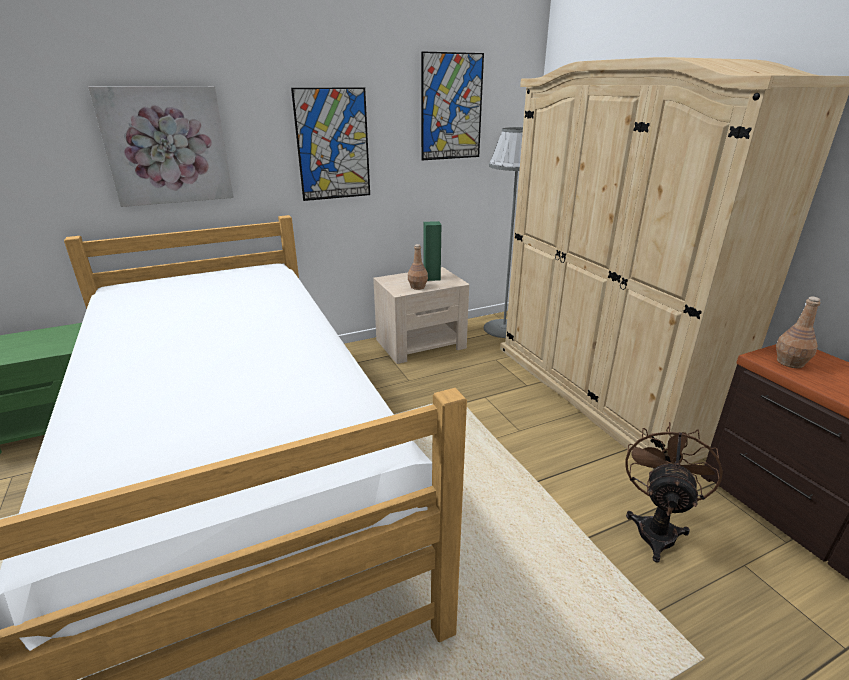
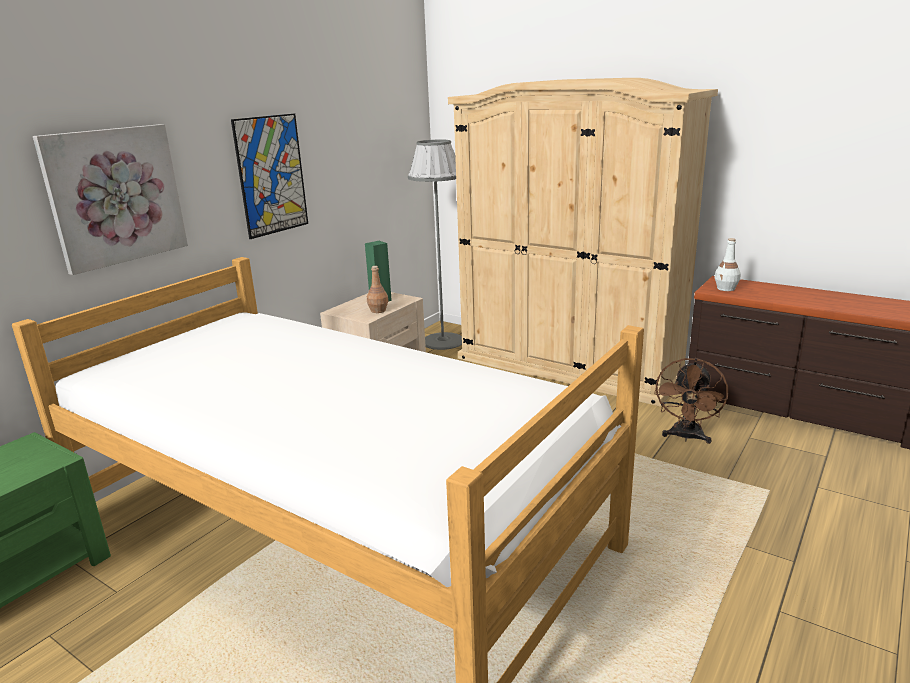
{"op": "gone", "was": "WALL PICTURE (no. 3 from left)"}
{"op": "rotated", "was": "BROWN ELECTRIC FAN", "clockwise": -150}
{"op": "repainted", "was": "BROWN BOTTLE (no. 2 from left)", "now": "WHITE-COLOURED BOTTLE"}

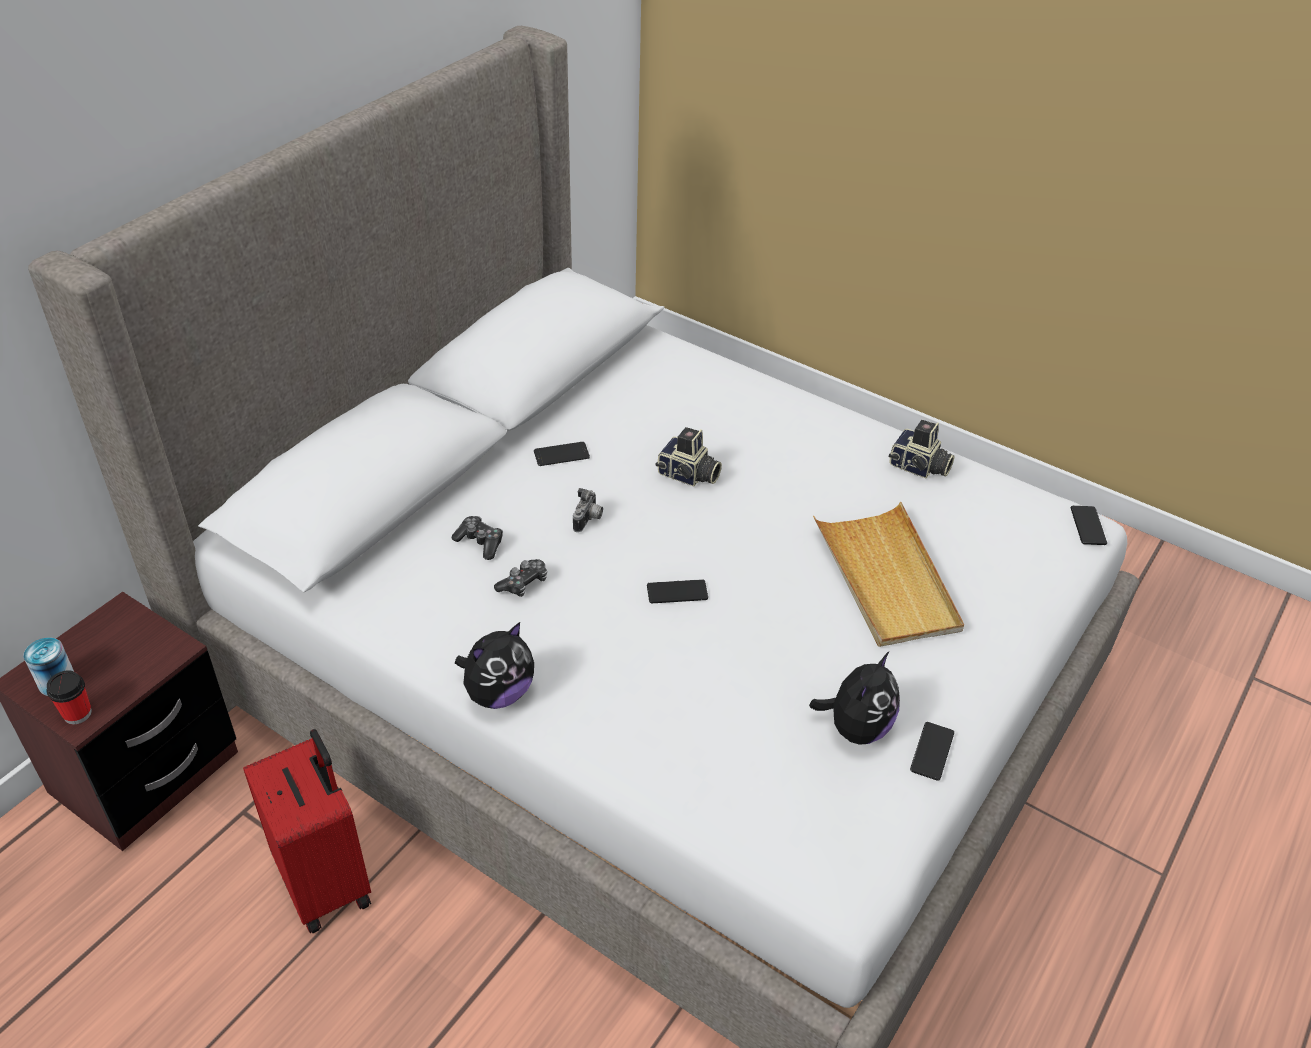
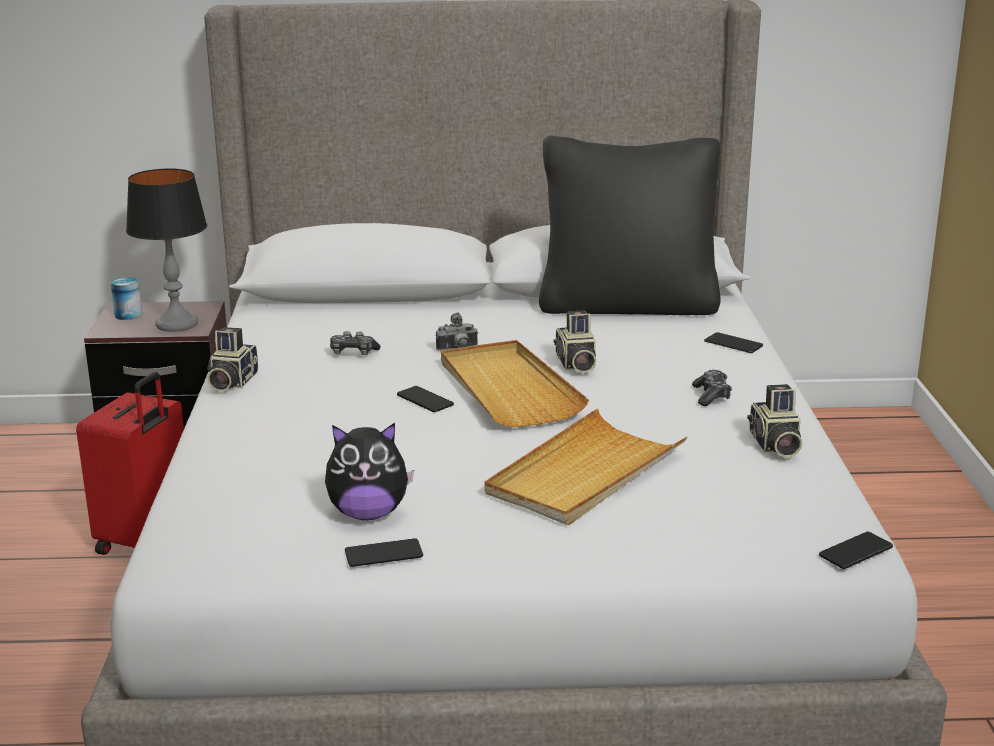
{"op": "gone", "was": "CUP"}
{"op": "shifted", "was": "JOYPAD (no. 1 from left in the first image)", "now": "JOYPAD (no. 2 from left)"}
{"op": "swapped", "was": "CUDDLY TOY (no. 1 from left)", "now": "PHOTO CAMERA (no. 1 from left)"}
{"op": "shifted", "was": "TELEPHONE (no. 1 from left in the first image)", "now": "TELEPHONE (no. 3 from left)"}
{"op": "new", "now": "TABLETOP LAMP"}
{"op": "new", "now": "BEIGE-COLOURED CARRYING TRAY (no. 1 from left)"}
{"op": "new", "now": "BLACK THROW PILLOW"}

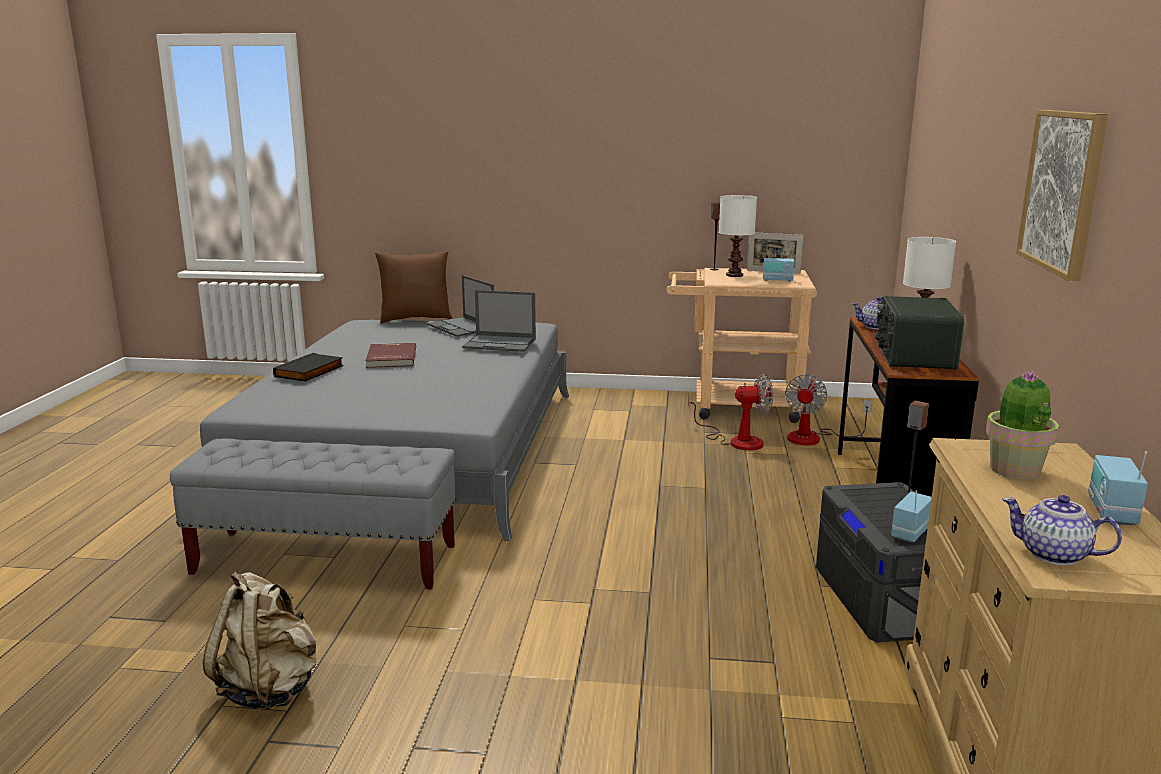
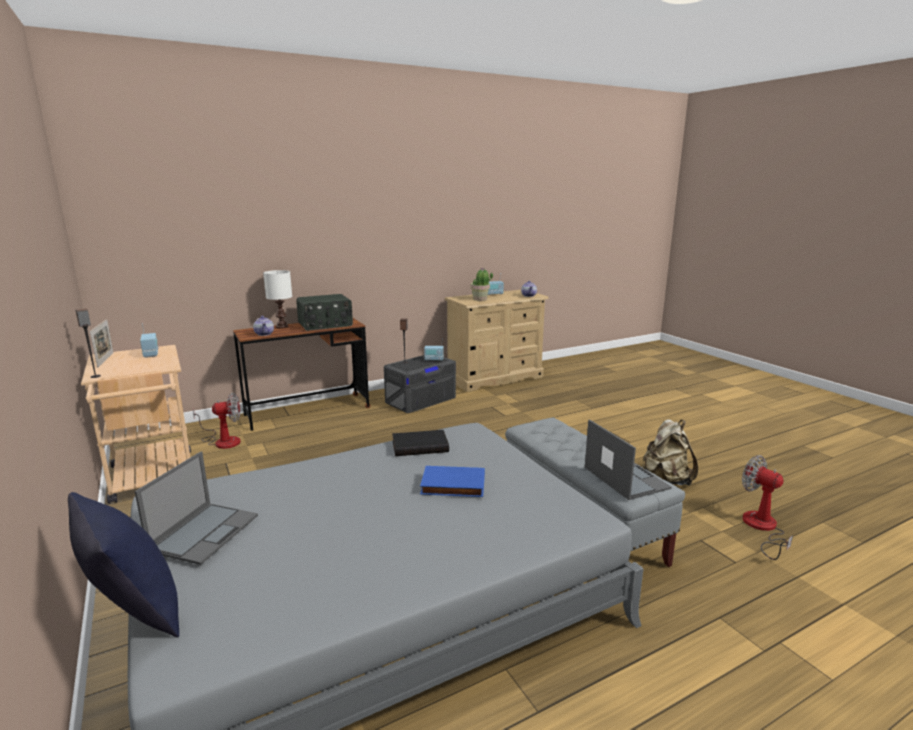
{"op": "shifted", "was": "BLACK VOLUME"}
{"op": "gone", "was": "REDDISH VOLUME"}
{"op": "repainted", "was": "BROWN THROW PILLOW", "now": "BLUE-COLOURED THROW PILLOW"}
{"op": "shifted", "was": "PORTABLE COMPUTER (no. 2 from left)"}
{"op": "shifted", "was": "ELECTRIC FAN (no. 1 from left in the first image)", "now": "ELECTRIC FAN (no. 2 from left)"}
{"op": "gone", "was": "WHITE-COLOURED TABLETOP LAMP (no. 1 from left)"}
{"op": "gone", "was": "WALL PICTURE"}
{"op": "new", "now": "BLUE-COLOURED VOLUME"}

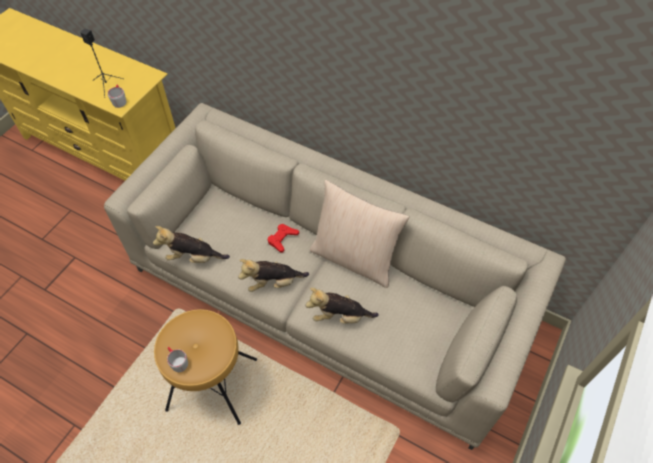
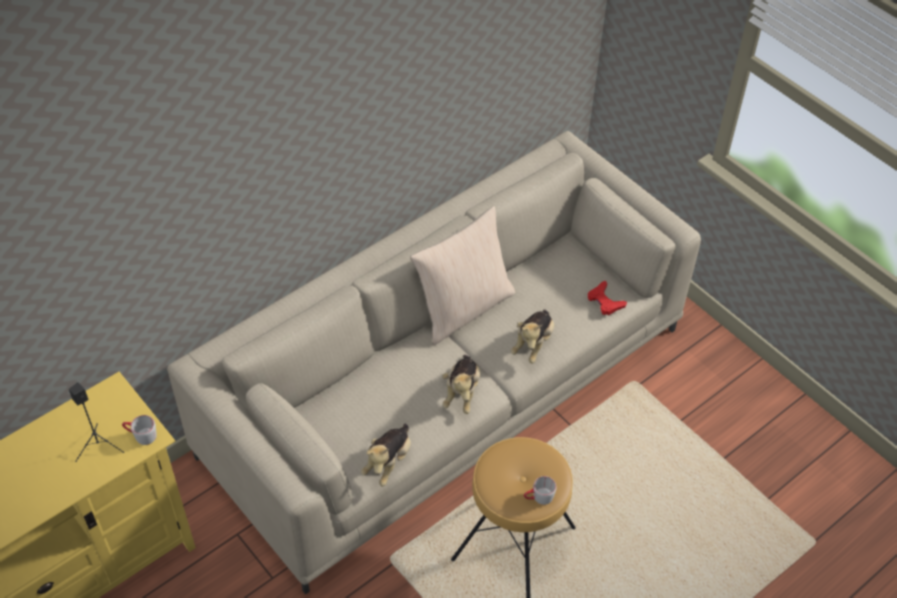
{"op": "shifted", "was": "REDDISH JOYPAD"}

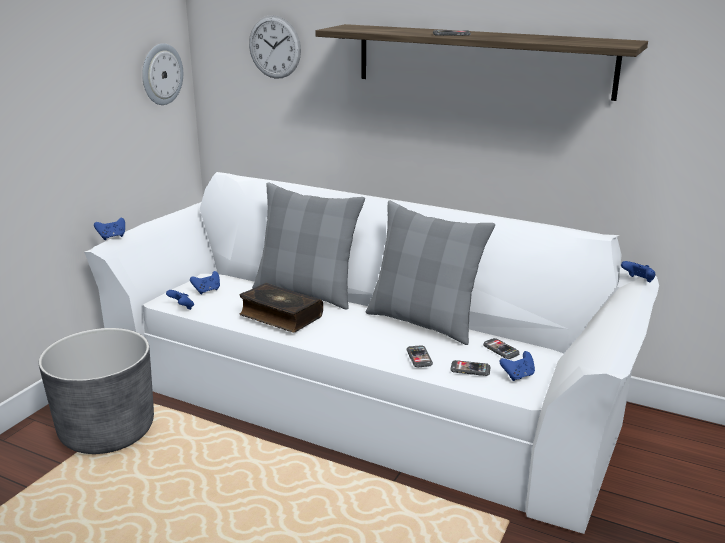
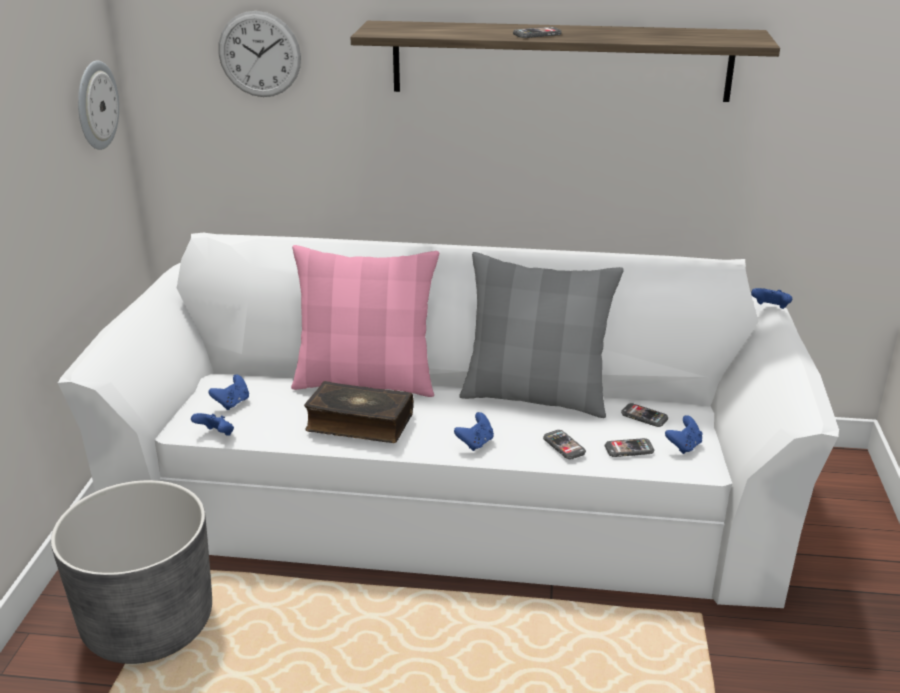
{"op": "shifted", "was": "BLUE-COLOURED JOYPAD (no. 1 from left in the first image)", "now": "BLUE-COLOURED JOYPAD (no. 3 from left)"}
{"op": "repainted", "was": "GRAY THROW PILLOW (no. 1 from left)", "now": "PINK-COLOURED THROW PILLOW"}

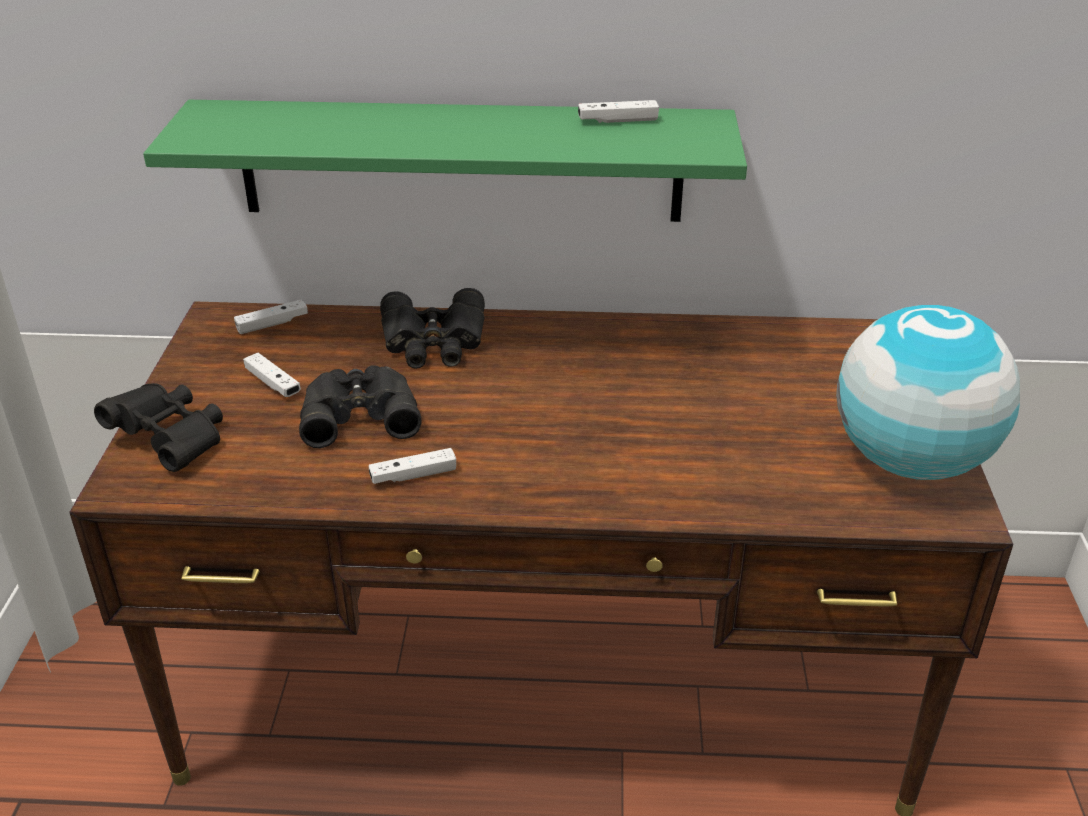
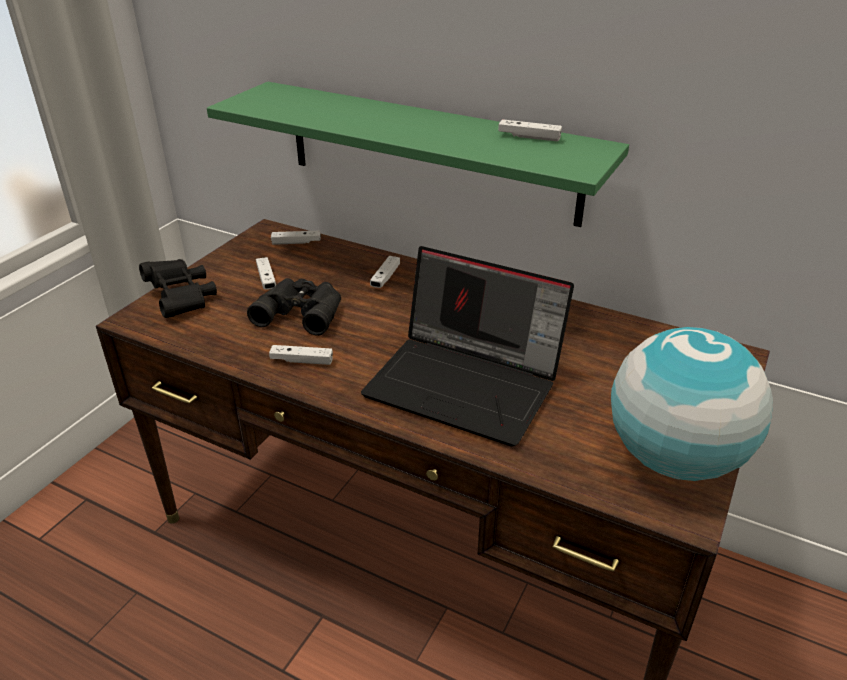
{"op": "swapped", "was": "BLACK FIELD GLASSES (no. 3 from left)", "now": "WHITE-COLOURED JOYPAD (no. 4 from left)"}
{"op": "new", "now": "PORTABLE COMPUTER"}

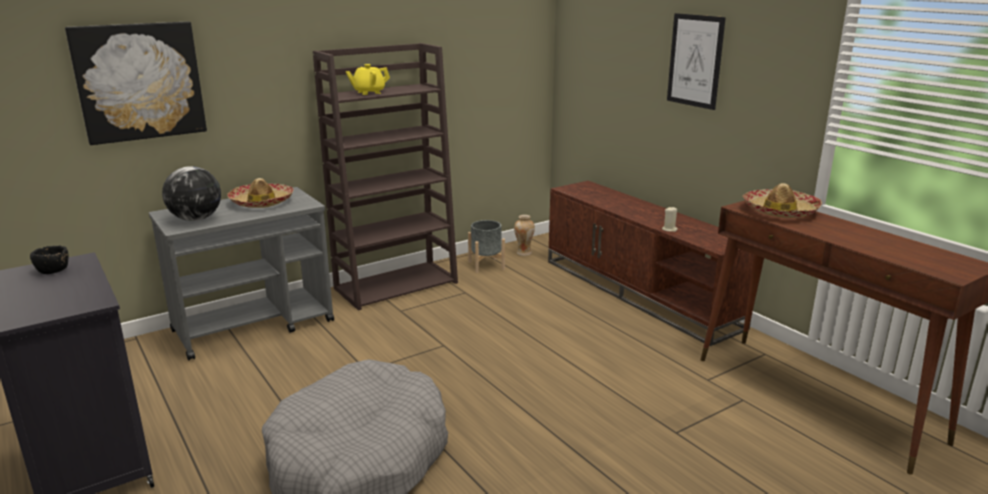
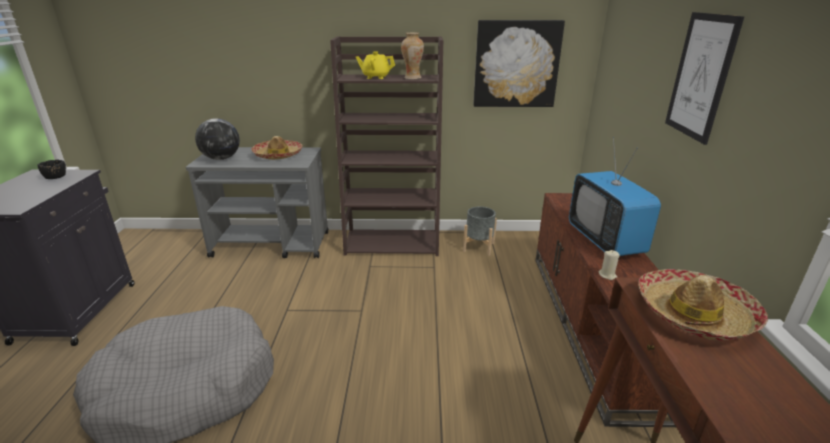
{"op": "shifted", "was": "WALL PICTURE (no. 1 from left)"}
{"op": "shifted", "was": "VASE"}
{"op": "new", "now": "TELEVISION"}

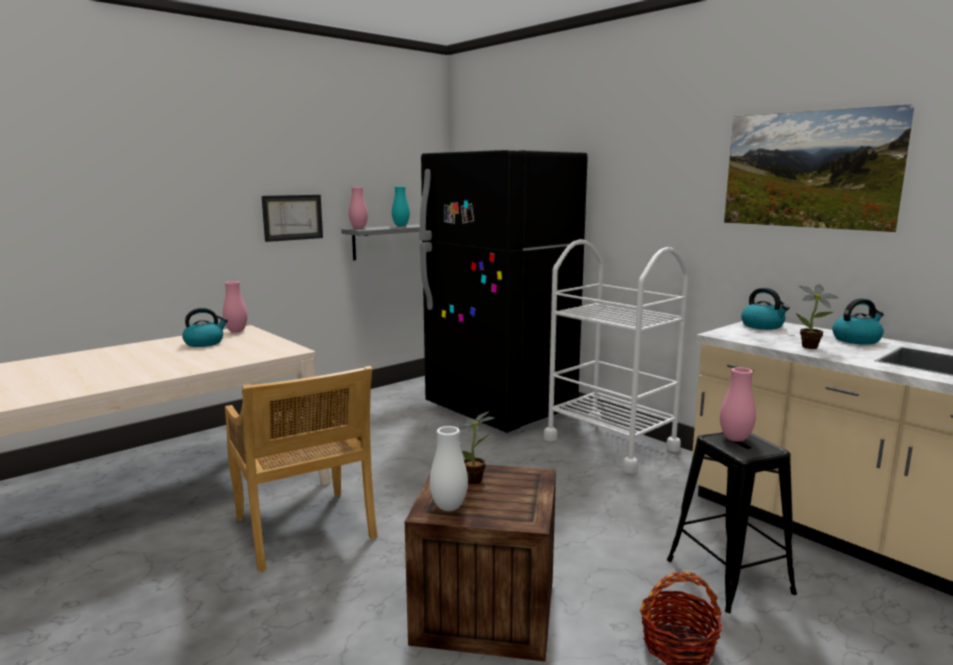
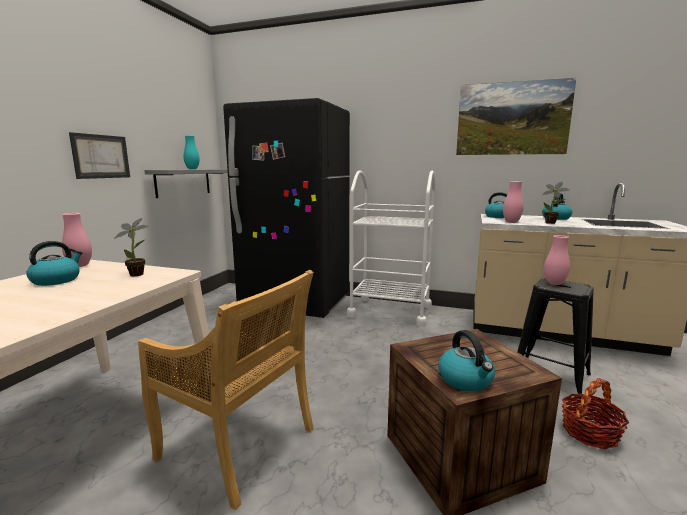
{"op": "shifted", "was": "PINK-COLOURED VASE (no. 2 from left)"}
{"op": "swapped", "was": "WHITE-COLOURED VASE", "now": "KETTLE (no. 2 from left)"}
{"op": "shifted", "was": "PLANT IN A POT (no. 1 from left)"}

